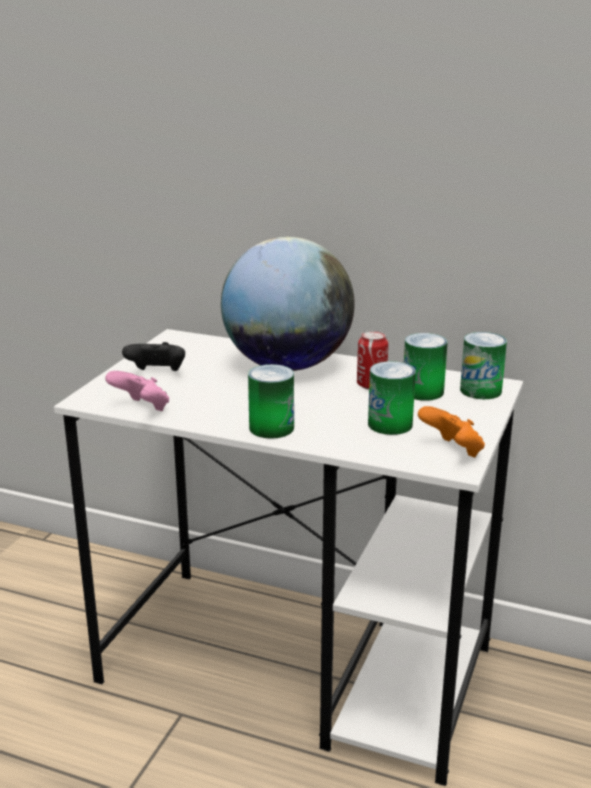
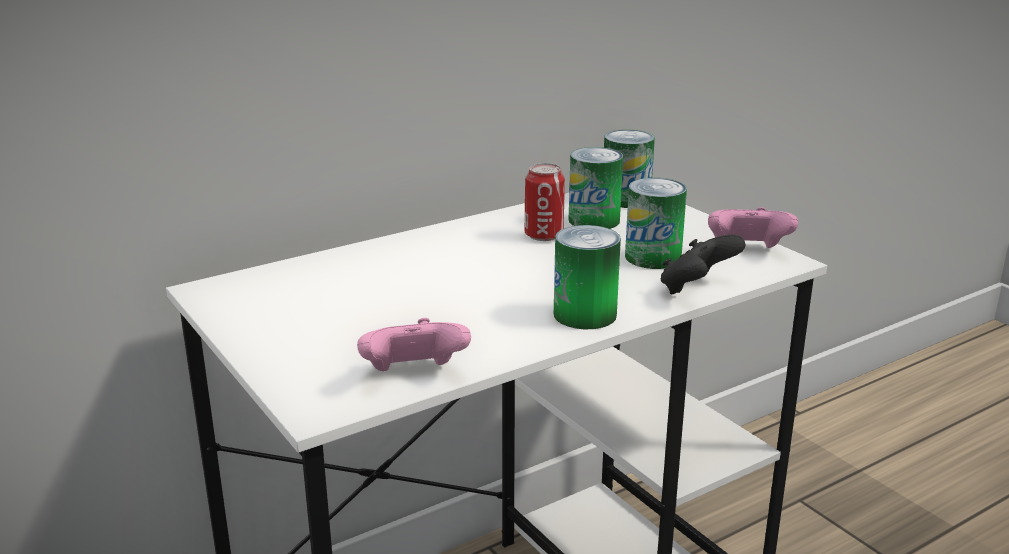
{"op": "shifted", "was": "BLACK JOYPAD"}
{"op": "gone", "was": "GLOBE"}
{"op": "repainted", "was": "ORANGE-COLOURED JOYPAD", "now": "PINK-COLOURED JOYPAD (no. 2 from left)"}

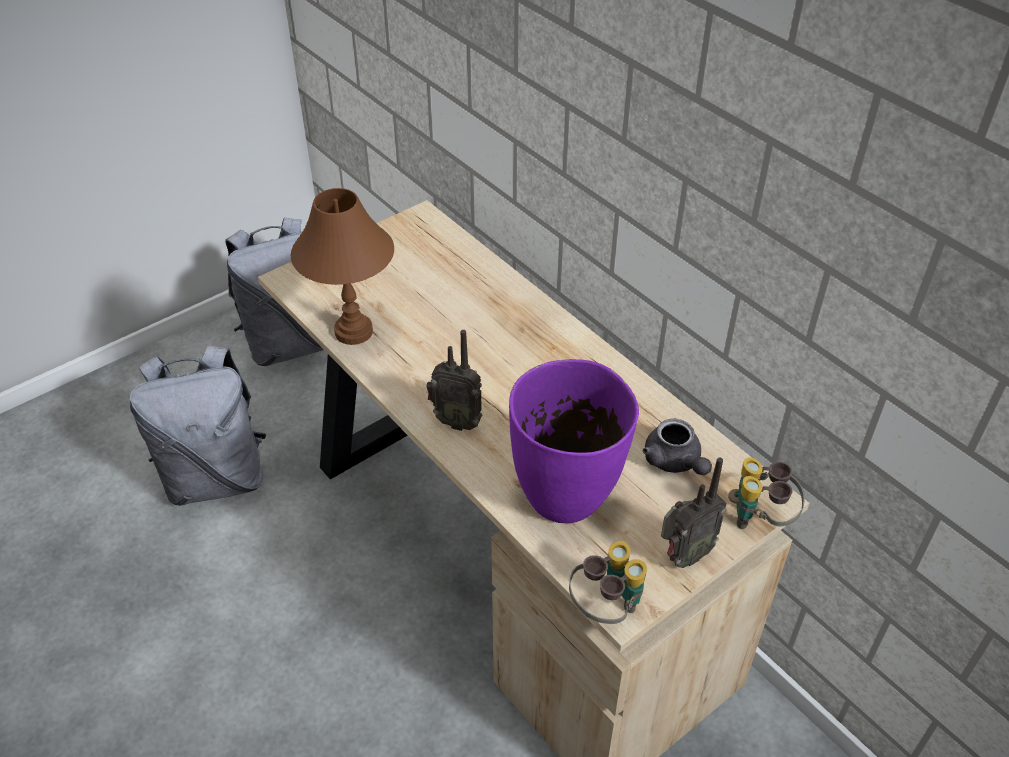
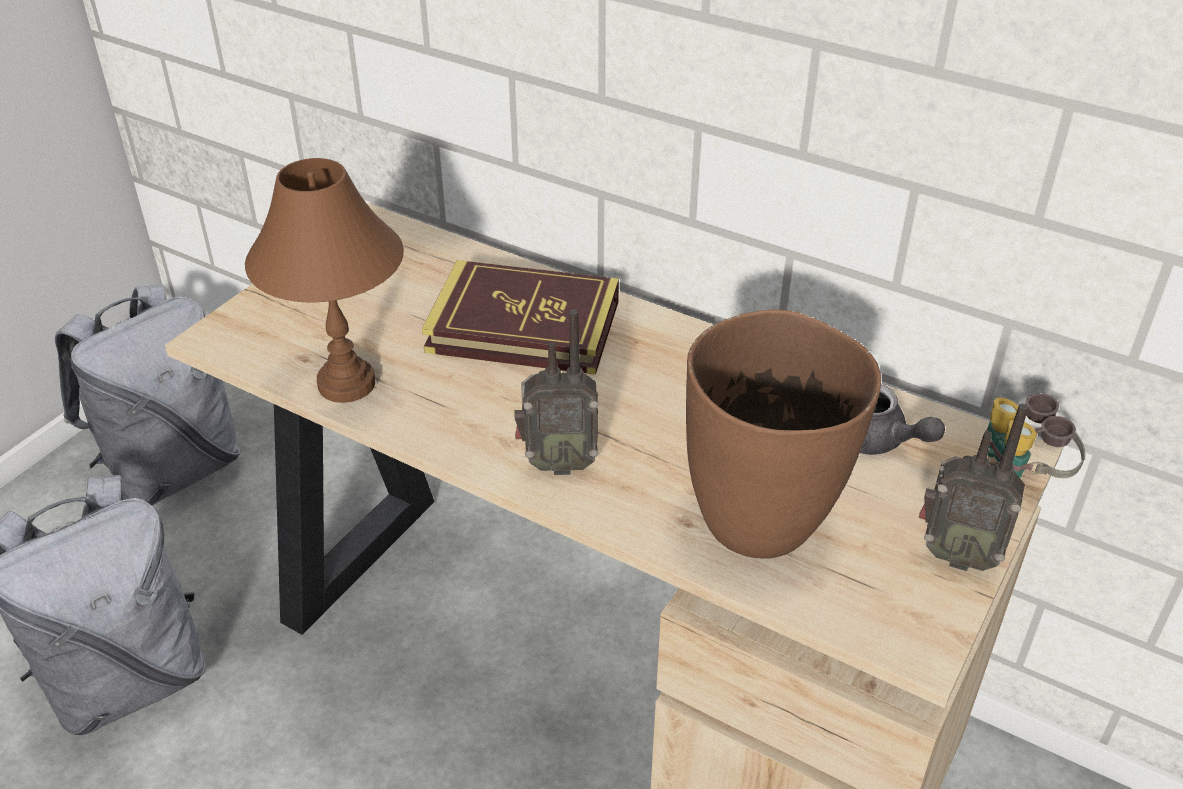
{"op": "repainted", "was": "PURPLE VASE", "now": "BROWN VASE"}
{"op": "gone", "was": "FIELD GLASSES (no. 1 from left)"}
{"op": "rotated", "was": "RADIO RECEIVER (no. 2 from left)", "clockwise": 75}
{"op": "new", "now": "VOLUME"}

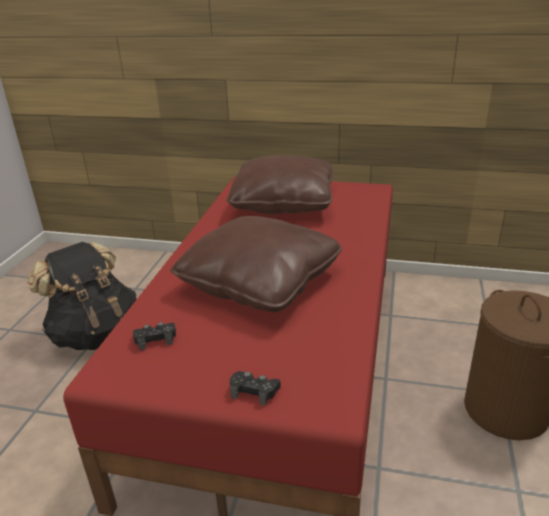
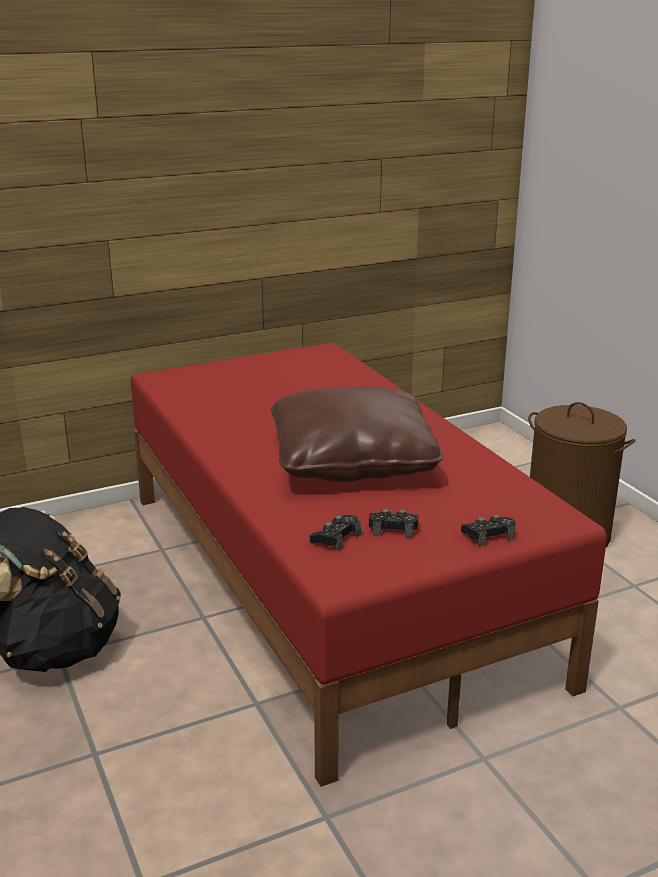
{"op": "gone", "was": "BROWN THROW PILLOW (no. 2 from left)"}
{"op": "new", "now": "BLACK JOYPAD (no. 2 from left)"}

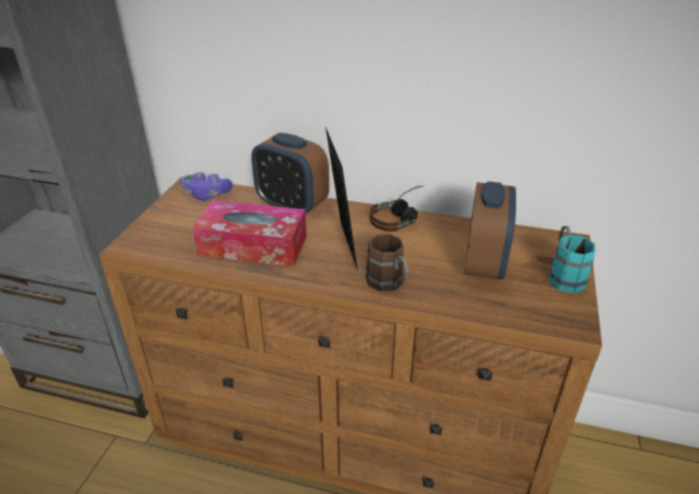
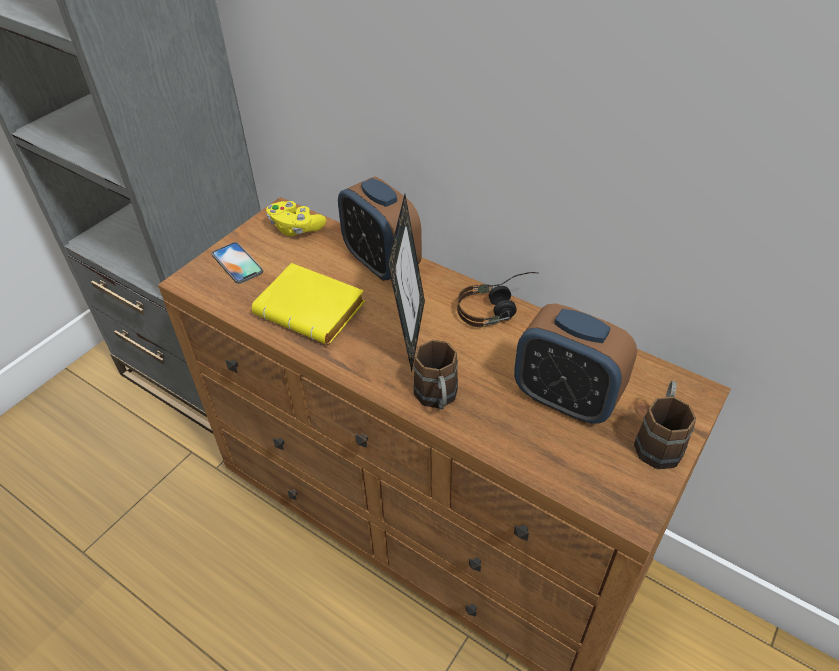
{"op": "repainted", "was": "PURPLE JOYPAD", "now": "YELLOW-COLOURED JOYPAD"}
{"op": "swapped", "was": "TISSUE HOLDER", "now": "YELLOW-COLOURED VOLUME"}
{"op": "rotated", "was": "TABLE CLOCK (no. 2 from left)", "clockwise": 90}
{"op": "repainted", "was": "TURQUOISE TEA MUG", "now": "BROWN TEA MUG (no. 2 from left)"}
{"op": "new", "now": "TELEPHONE"}

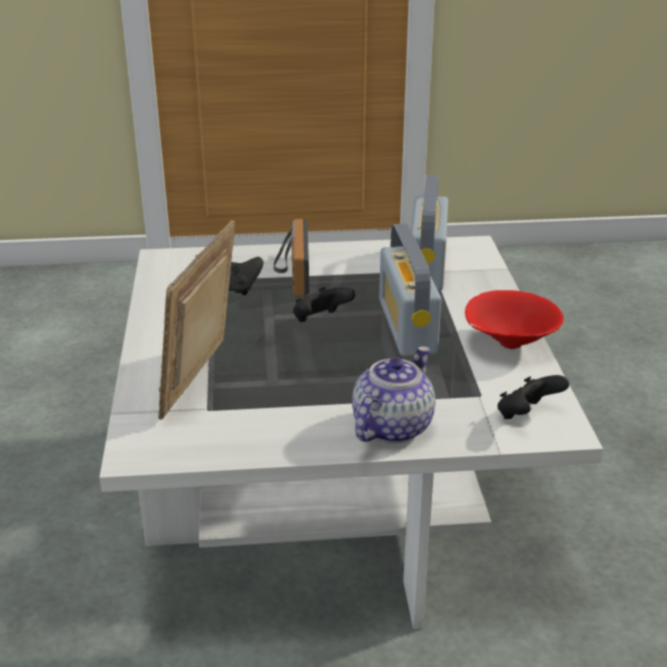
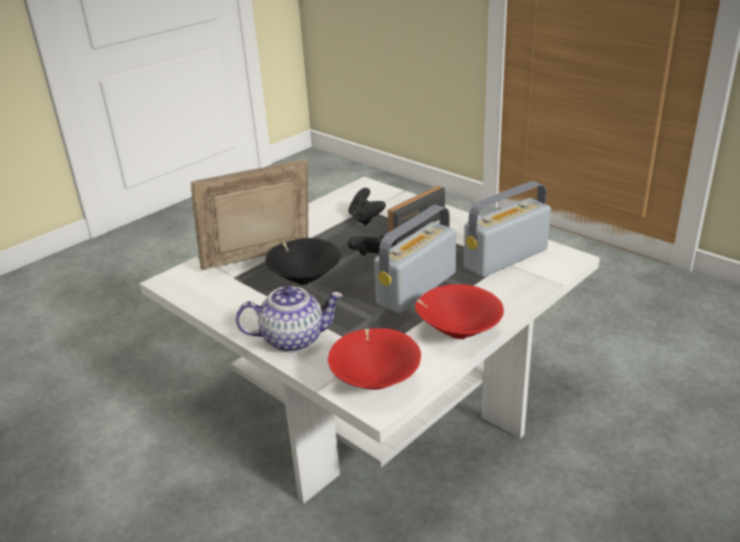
{"op": "swapped", "was": "BLACK JOYPAD (no. 3 from left)", "now": "REDDISH BOWL (no. 1 from left)"}
{"op": "new", "now": "BLACK BOWL"}

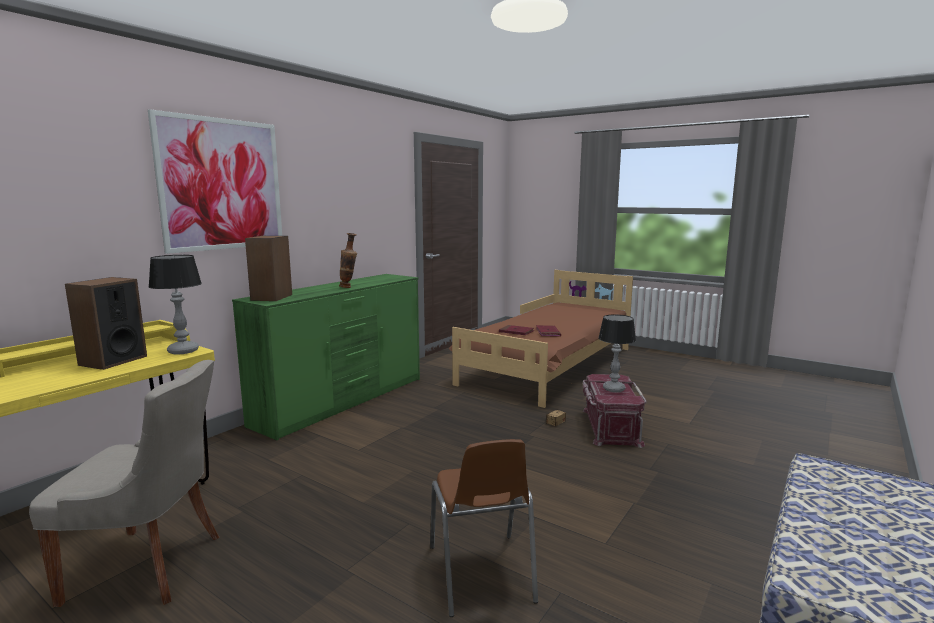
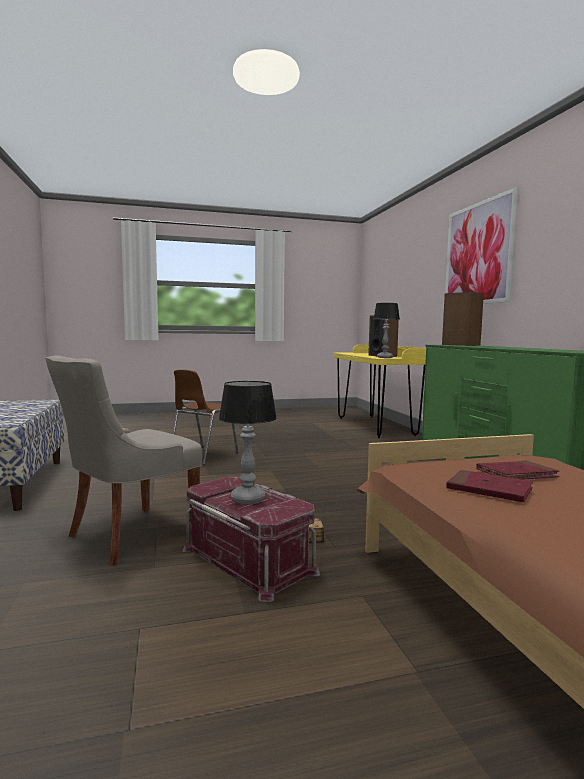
{"op": "shifted", "was": "GRAY PLAIN CHAIR"}
{"op": "gone", "was": "VASE"}
{"op": "rotated", "was": "BROWN PLAIN CHAIR", "clockwise": -90}

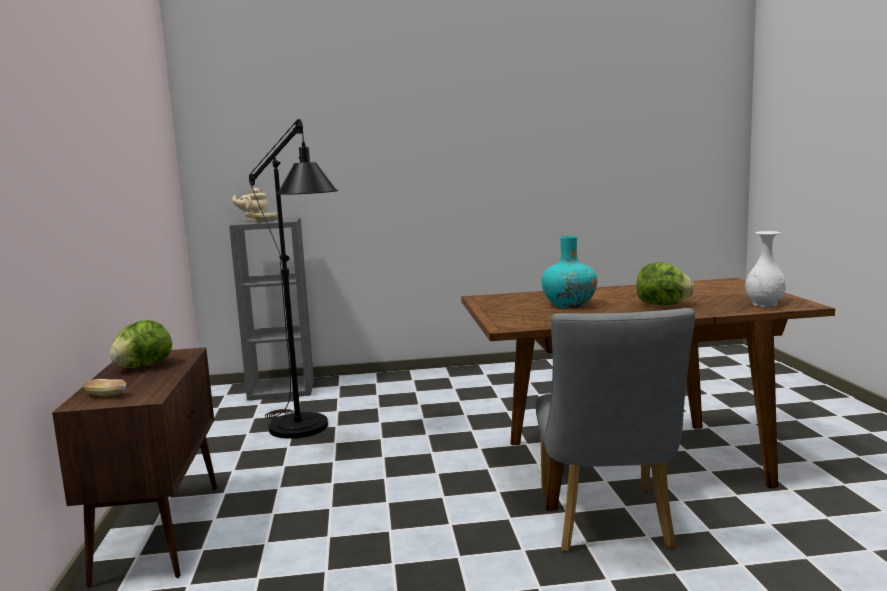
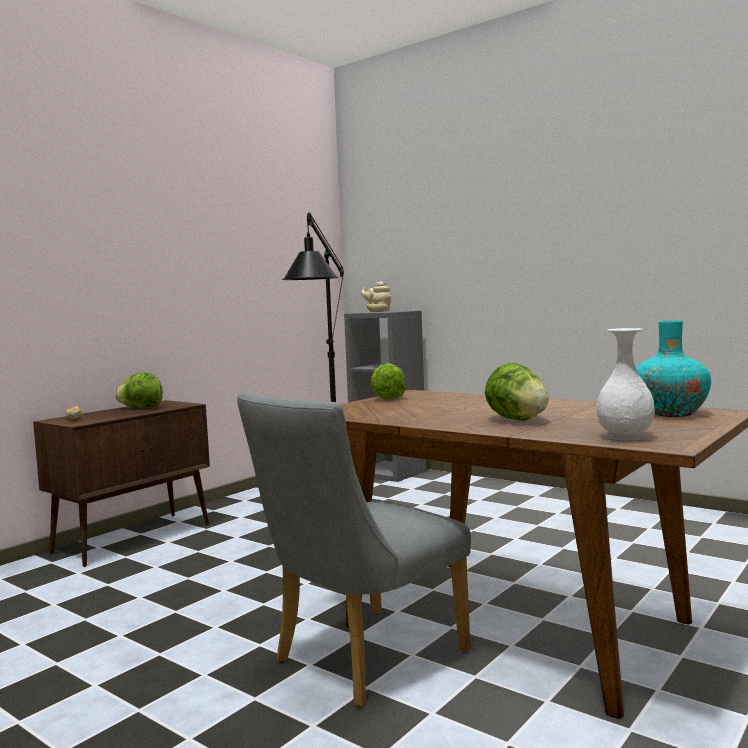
{"op": "shifted", "was": "TURQUOISE VASE"}
{"op": "new", "now": "LETTUCE HEAD (no. 2 from left)"}

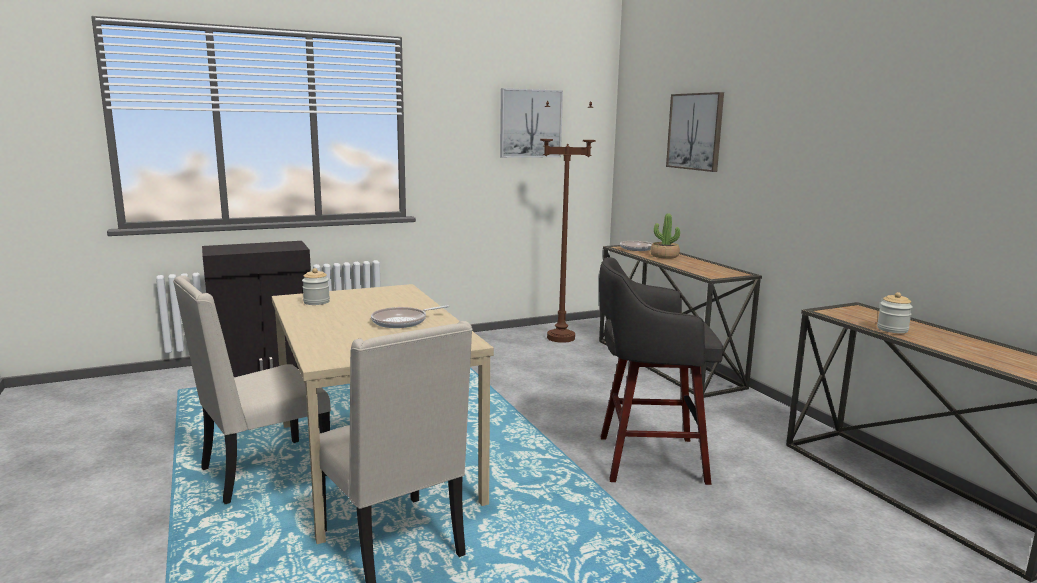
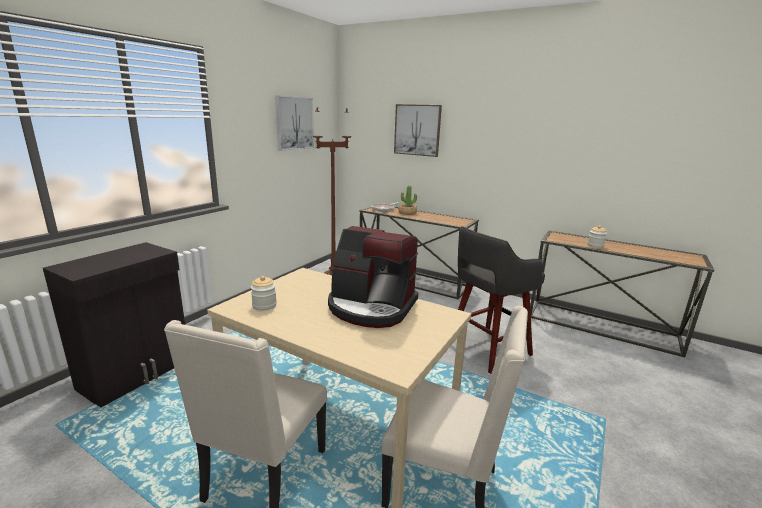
{"op": "swapped", "was": "SKILLET (no. 1 from left)", "now": "COFFEE MAKER"}

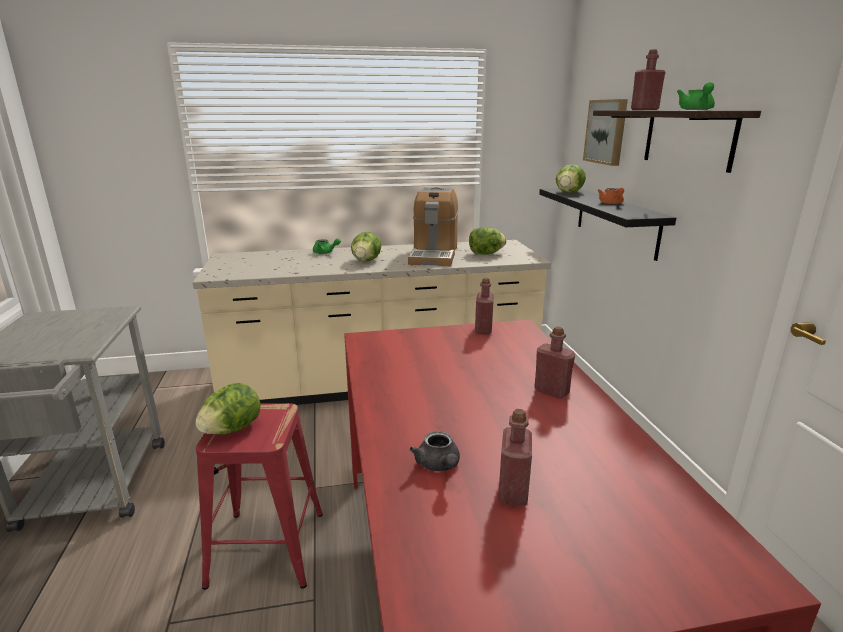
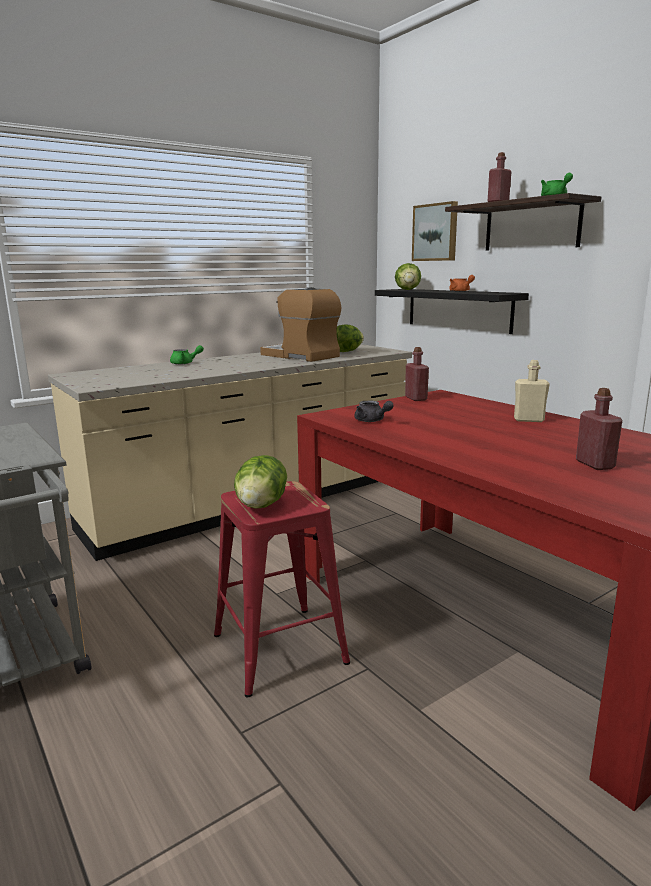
{"op": "gone", "was": "LETTUCE HEAD (no. 2 from left)"}
{"op": "rotated", "was": "COFFEE MAKER", "clockwise": 150}
{"op": "shifted", "was": "GRAY POT FOR TEA"}
{"op": "repainted", "was": "REDDISH BOTTLE (no. 3 from left)", "now": "BEIGE-COLOURED BOTTLE"}

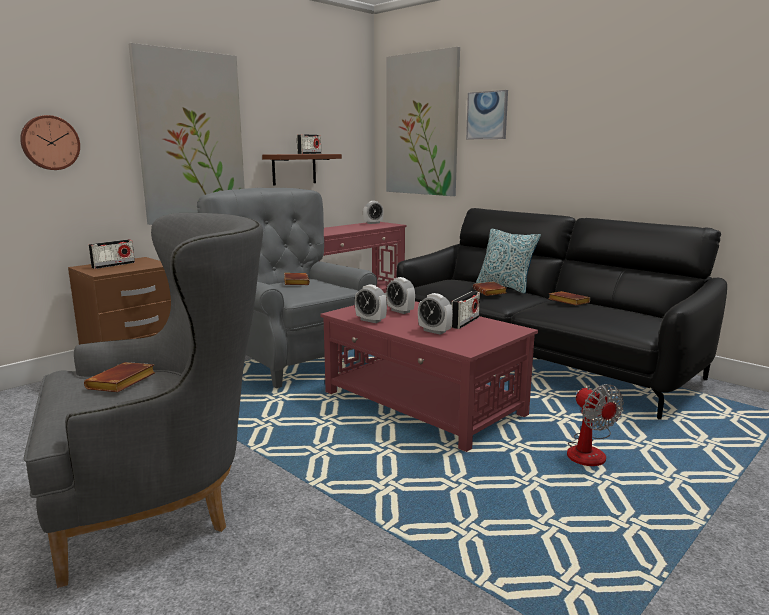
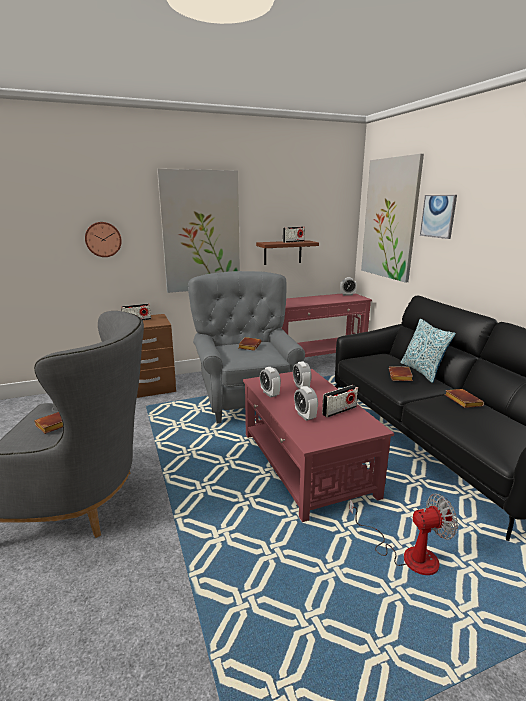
{"op": "rotated", "was": "ELECTRIC FAN", "clockwise": -105}

